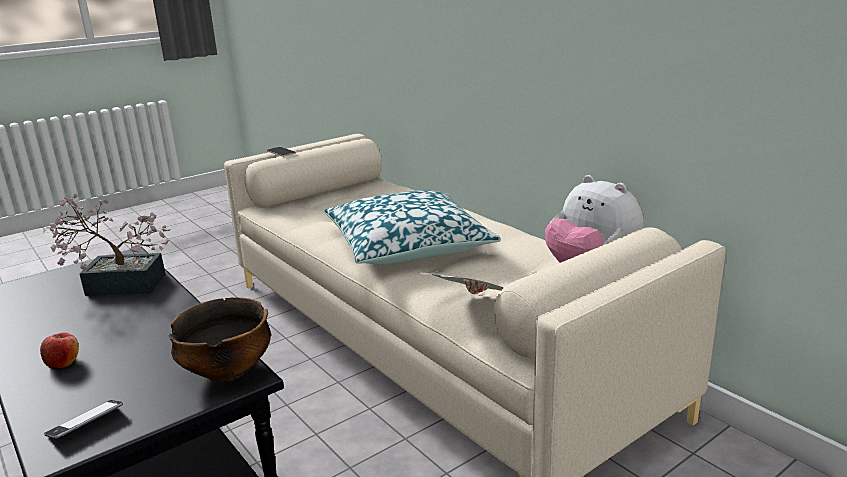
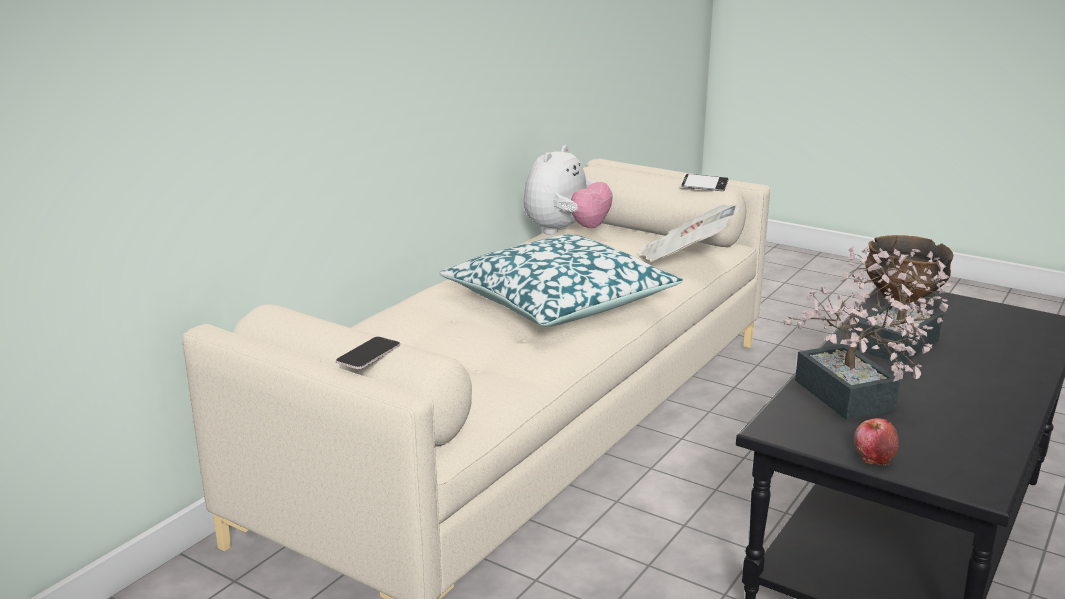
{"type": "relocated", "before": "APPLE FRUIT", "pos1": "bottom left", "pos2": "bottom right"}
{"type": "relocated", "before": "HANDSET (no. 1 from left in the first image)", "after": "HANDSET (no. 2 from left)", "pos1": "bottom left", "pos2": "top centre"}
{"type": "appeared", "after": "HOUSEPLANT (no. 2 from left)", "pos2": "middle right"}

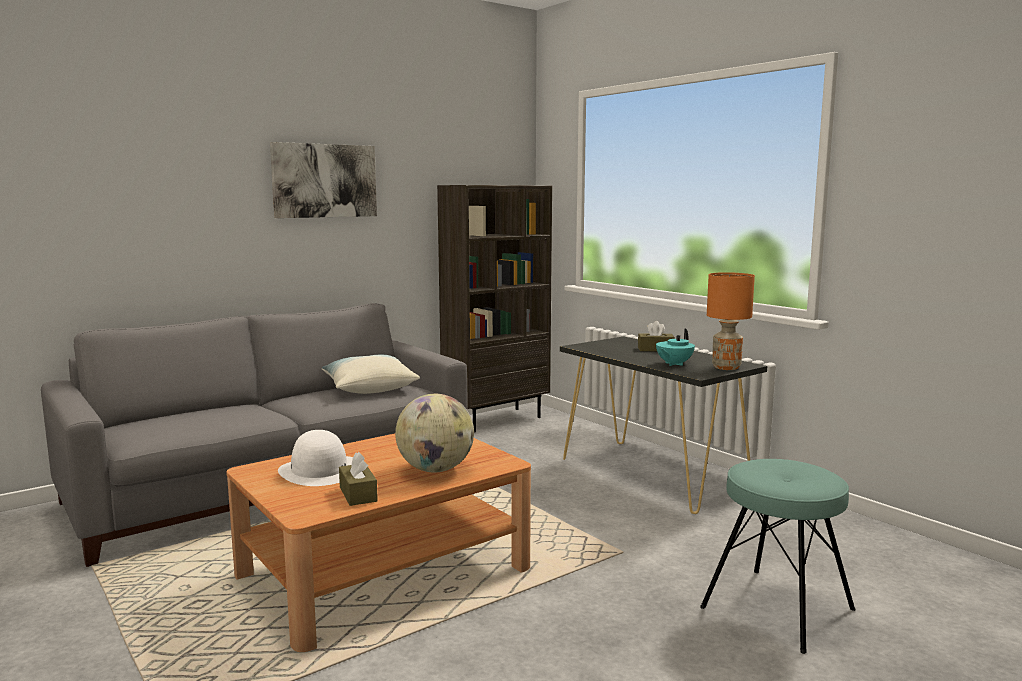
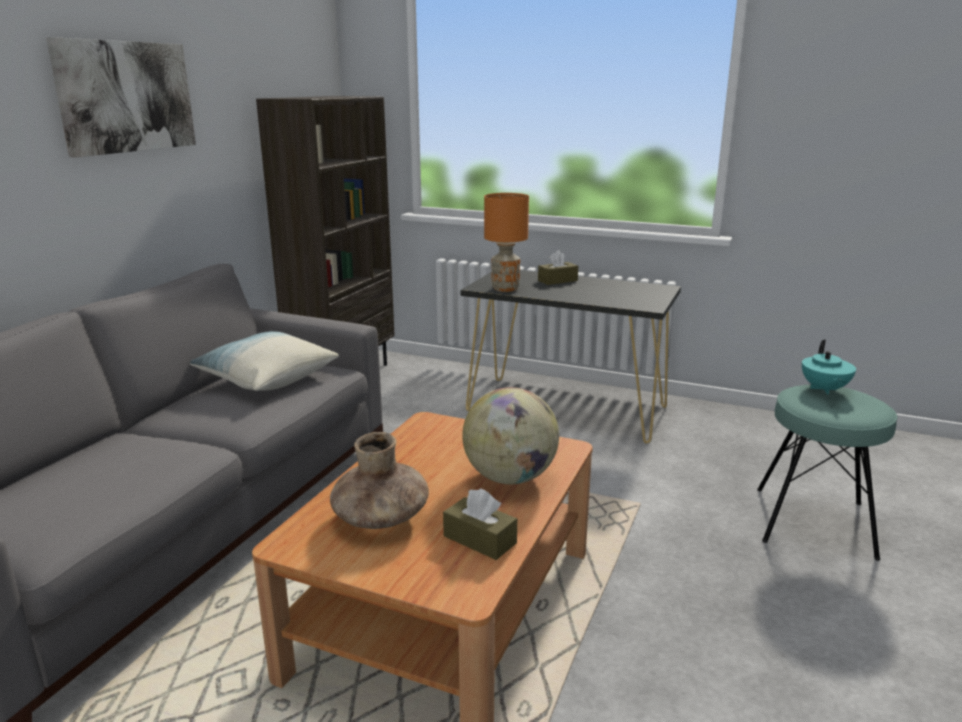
{"type": "relocated", "before": "ORANGEY LAMP FOR A TABLE", "pos1": "middle right", "pos2": "centre"}
{"type": "relocated", "before": "BLUE-GREEN TEAPOT", "pos1": "centre", "pos2": "middle right"}
{"type": "exchanged", "before": "WHITE HAT", "after": "BROWN DECORATIVE VASE", "pos1": "bottom left", "pos2": "centre"}

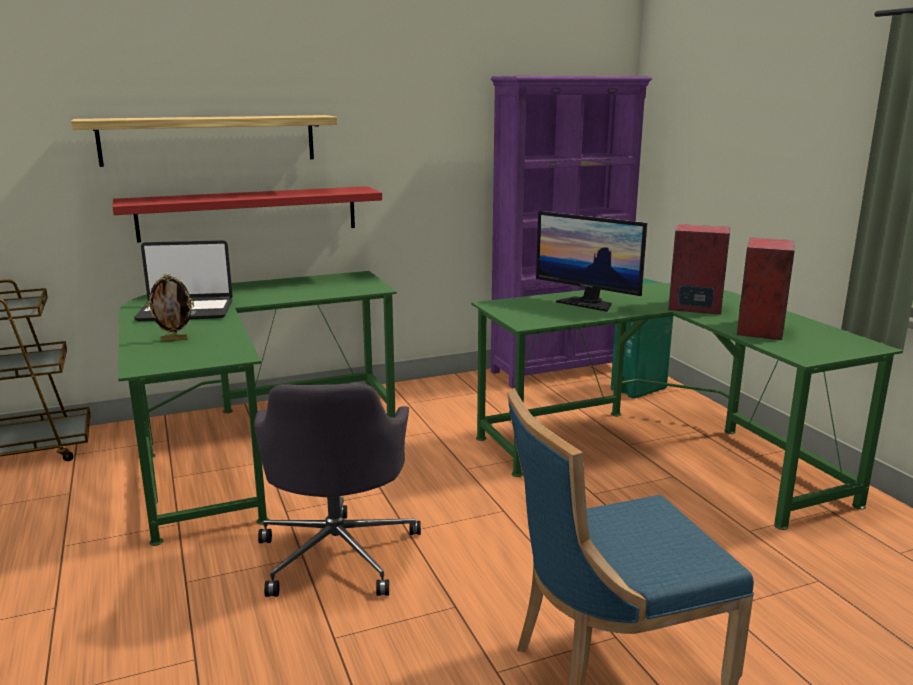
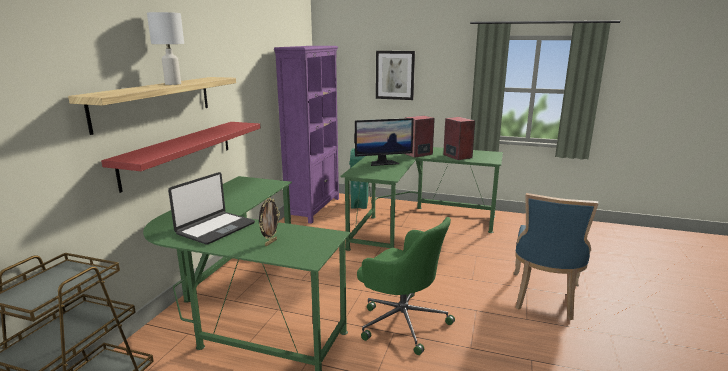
{"type": "colour", "before": "GREYISH DESK CHAIR", "after": "GREENISH DESK CHAIR", "pos1": "bottom centre", "pos2": "bottom centre"}
{"type": "appeared", "after": "WHITE LAMP FOR A TABLE", "pos2": "top left"}
{"type": "appeared", "after": "WALL PICTURE", "pos2": "top centre"}

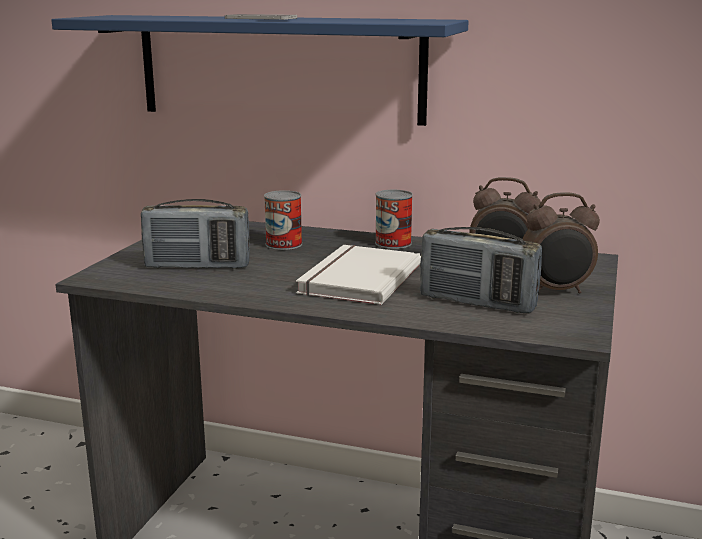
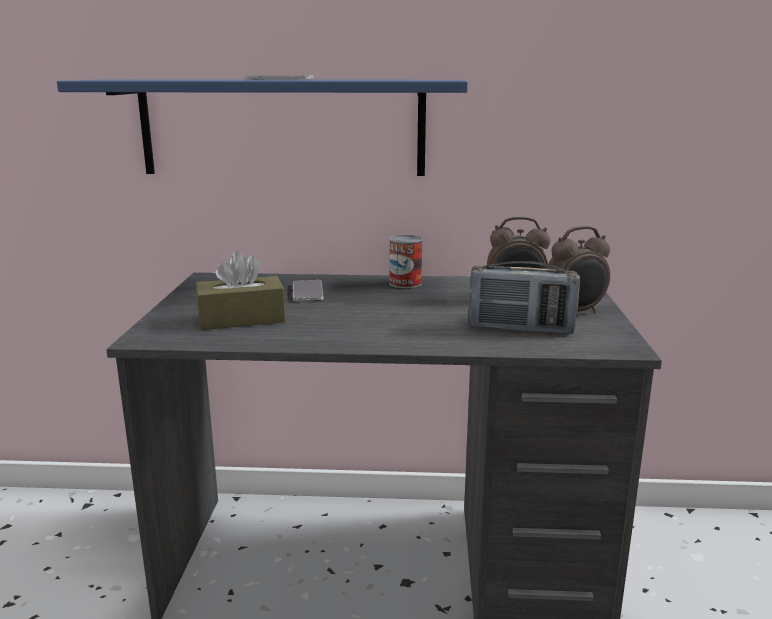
{"type": "exchanged", "before": "SEALED CAN (no. 1 from left)", "after": "HANDSET (no. 2 from left)", "pos1": "centre", "pos2": "centre"}
{"type": "exchanged", "before": "RADIO SET (no. 1 from left)", "after": "BROWN TISSUE BOX", "pos1": "middle left", "pos2": "middle left"}
{"type": "missing", "before": "WHITE VOLUME", "pos1": "centre"}

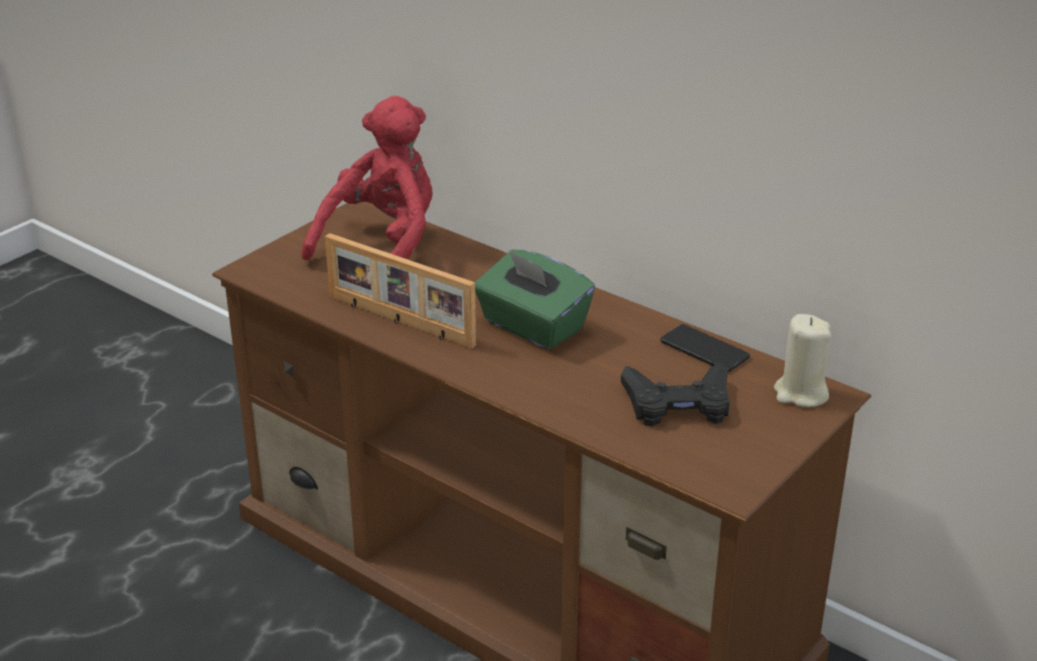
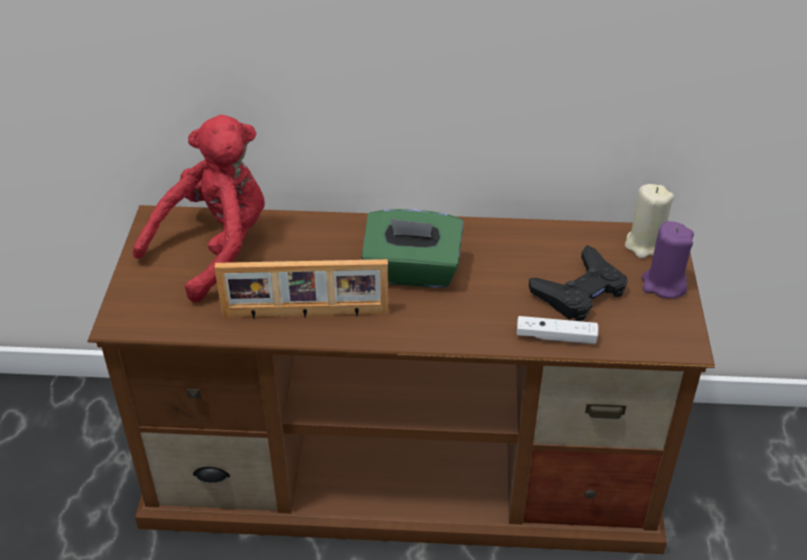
{"type": "spun", "before": "REDDISH PLUSH TOY", "pos1": "top centre", "pos2": "middle left", "turn": 45}
{"type": "missing", "before": "HANDSET", "pos1": "middle right"}
{"type": "appeared", "after": "PURPLISH CANDLE", "pos2": "middle right"}
{"type": "appeared", "after": "WHITE GAME CONTROLLER", "pos2": "middle right"}

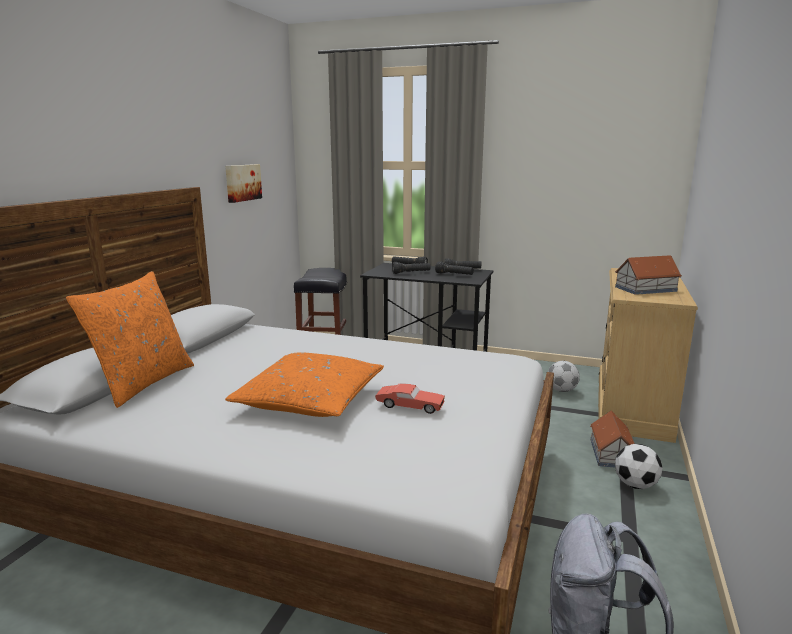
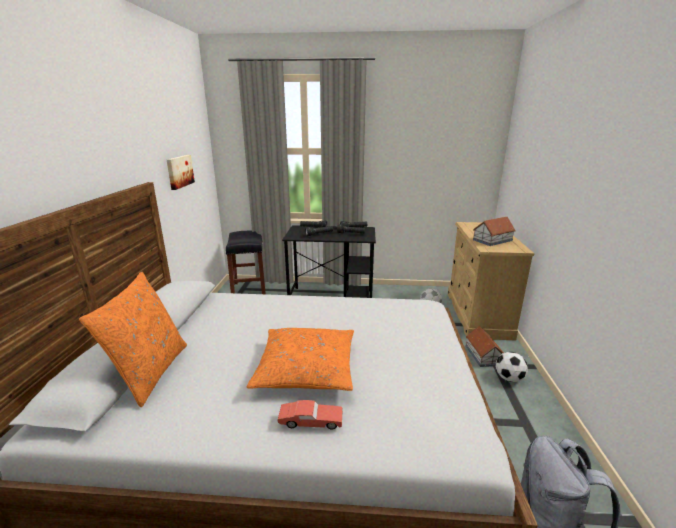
{"type": "relocated", "before": "REDDISH MODEL CAR", "pos1": "centre", "pos2": "bottom centre"}

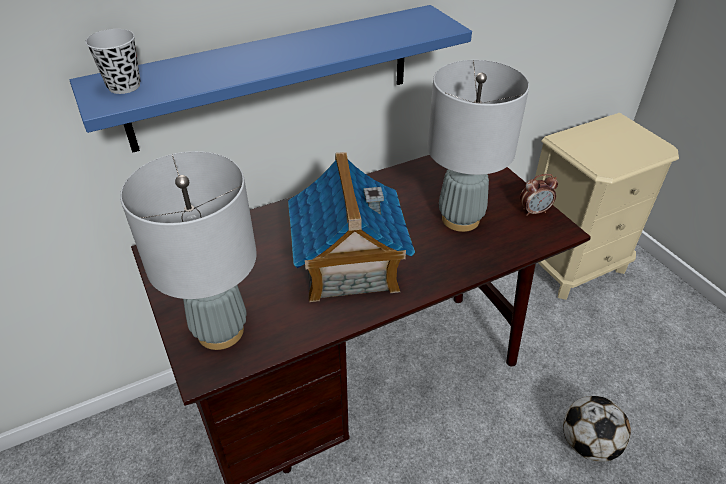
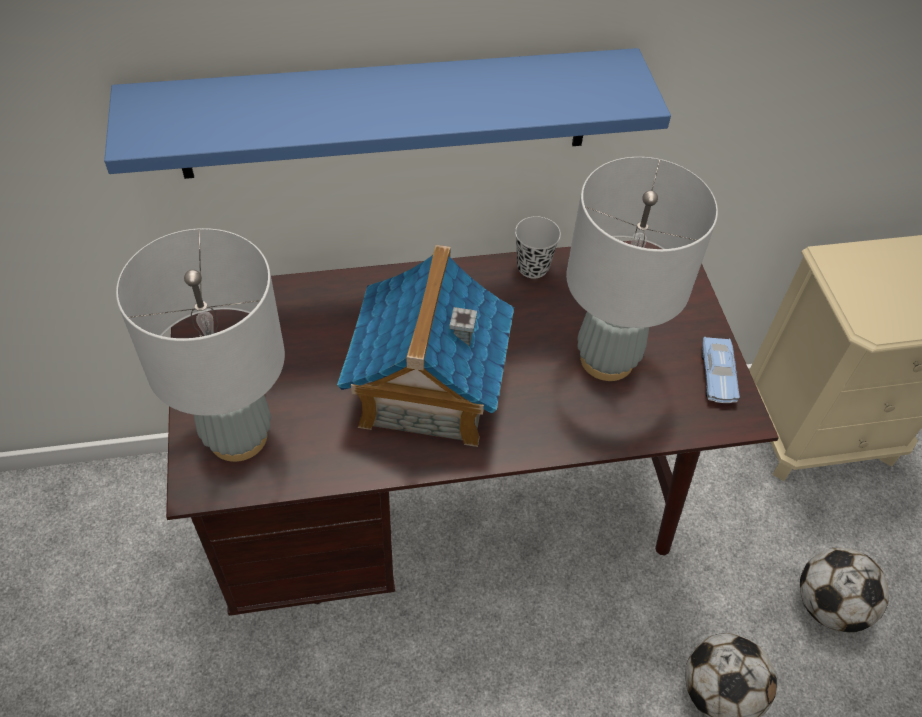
{"type": "relocated", "before": "BLACK SMALL CUP", "pos1": "top left", "pos2": "centre"}
{"type": "exchanged", "before": "BEDSIDE CLOCK", "after": "BLUE-COLOURED MODEL CAR", "pos1": "middle right", "pos2": "middle right"}
{"type": "appeared", "after": "BALL FOR FOOTBALL (no. 2 from left)", "pos2": "bottom right"}

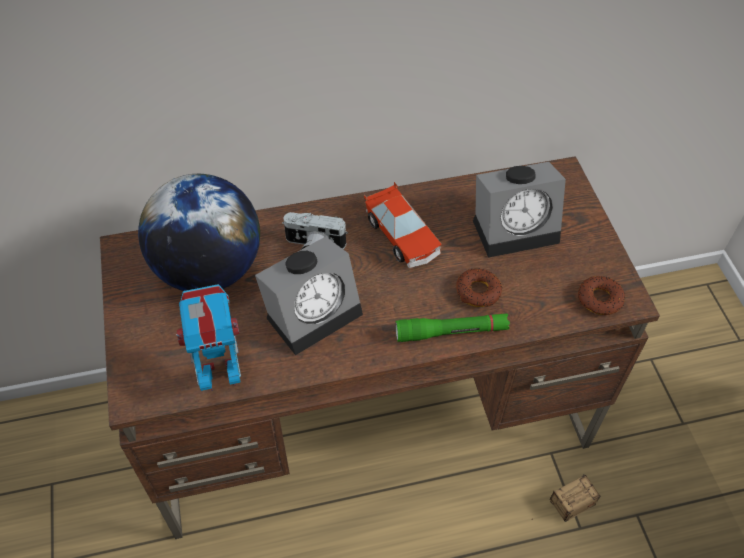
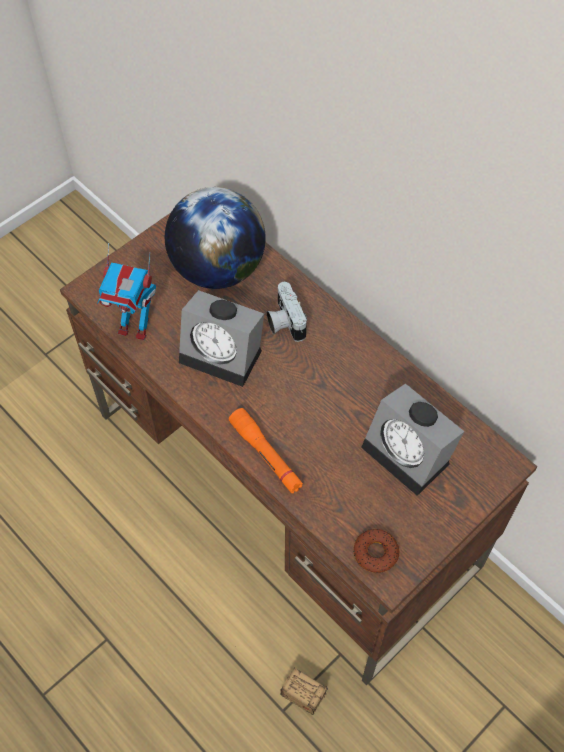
{"type": "missing", "before": "MODEL CAR", "pos1": "centre"}
{"type": "missing", "before": "DONUT (no. 1 from left)", "pos1": "centre"}
{"type": "spun", "before": "TOY ROBOT", "pos1": "middle left", "pos2": "middle left", "turn": 150}
{"type": "colour", "before": "GREENISH TORCH", "after": "ORANGEY TORCH", "pos1": "centre", "pos2": "centre"}

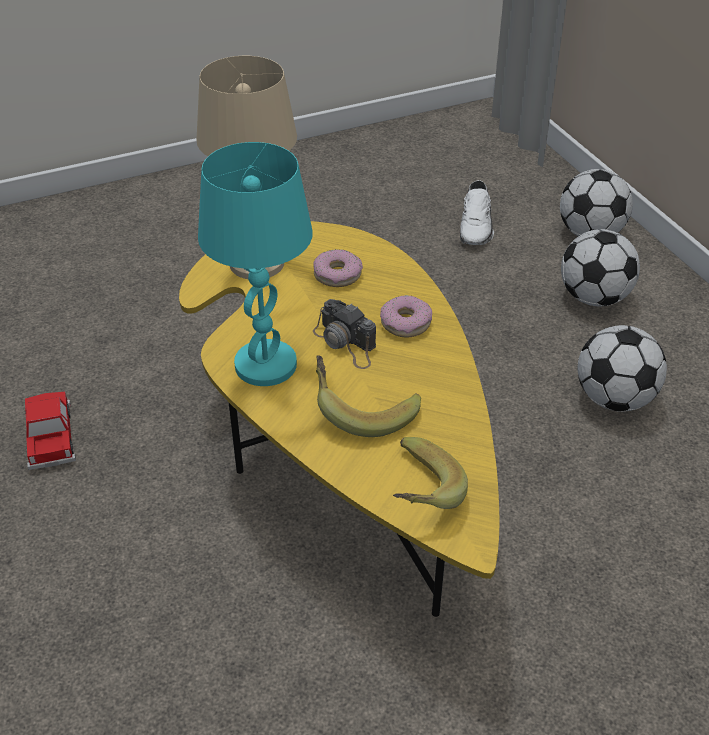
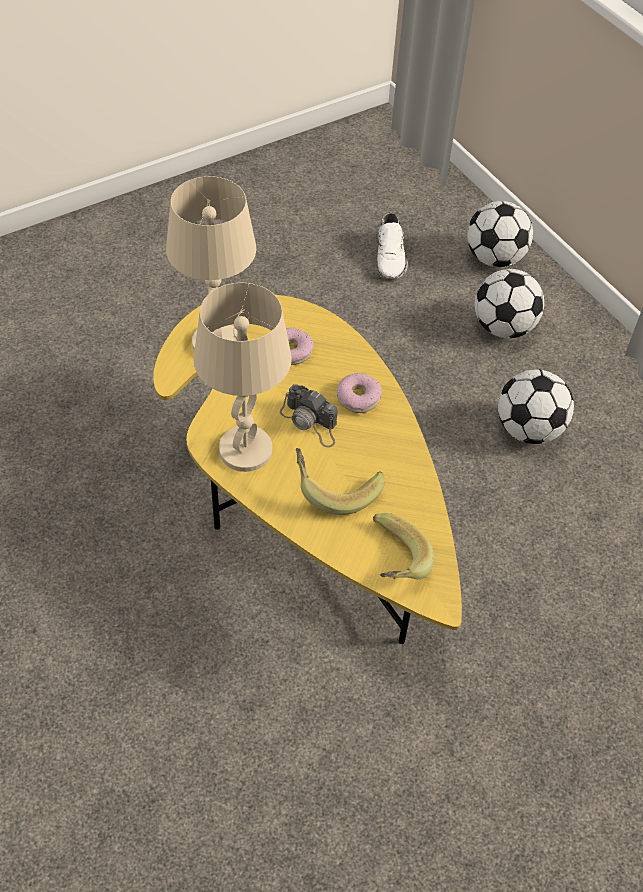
{"type": "colour", "before": "BLUE-GREEN LAMP FOR A TABLE", "after": "BEIGE LAMP FOR A TABLE (no. 2 from left)", "pos1": "centre", "pos2": "centre"}
{"type": "missing", "before": "MODEL CAR", "pos1": "middle left"}

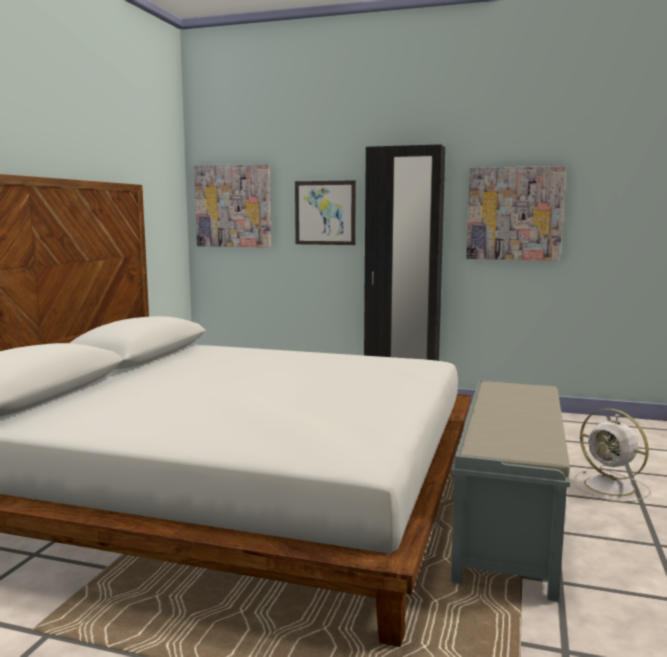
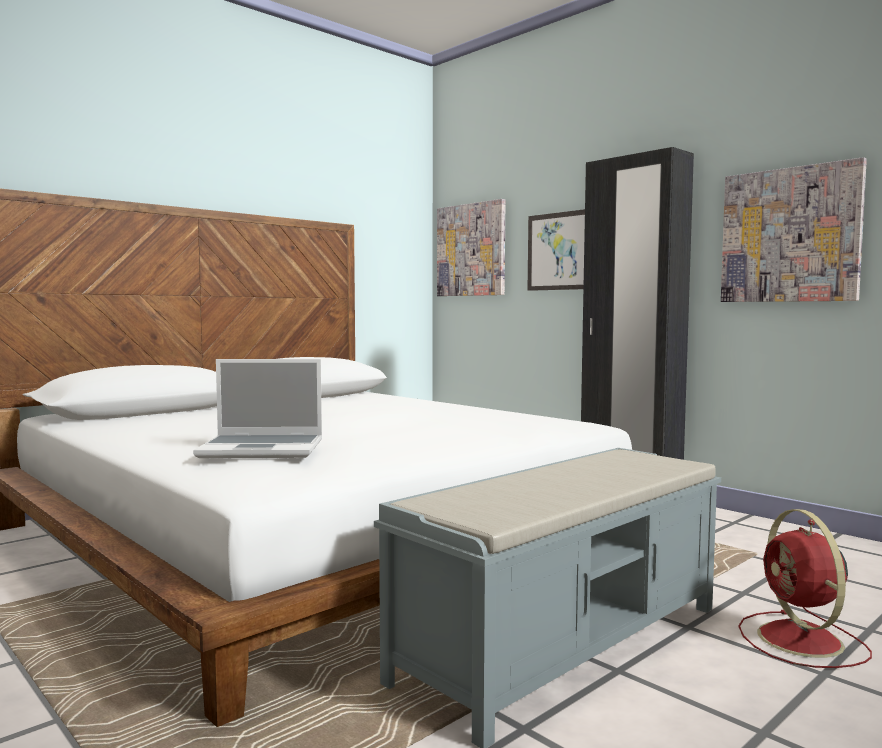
{"type": "colour", "before": "WHITE ELECTRIC FAN", "after": "REDDISH ELECTRIC FAN", "pos1": "bottom right", "pos2": "bottom right"}
{"type": "appeared", "after": "LAPTOP", "pos2": "middle left"}

